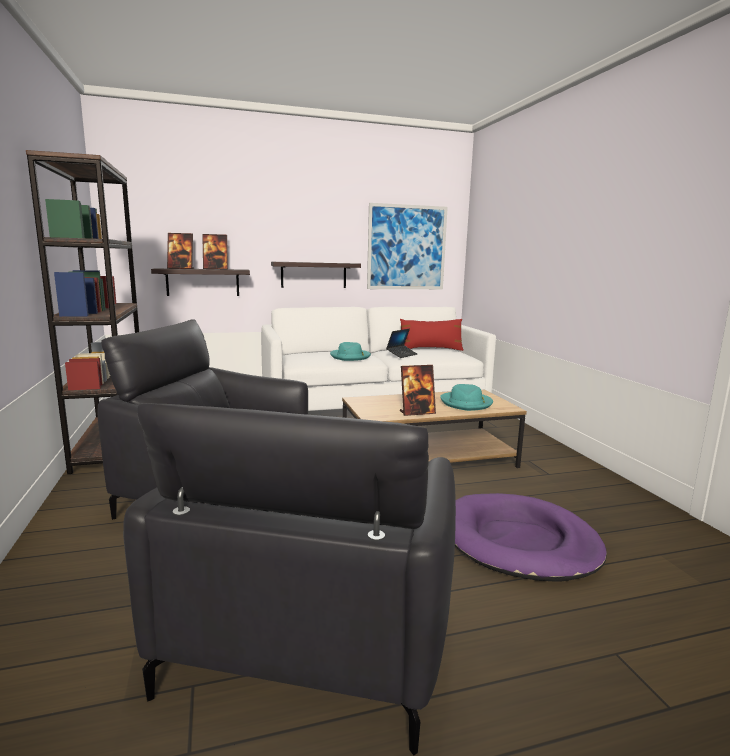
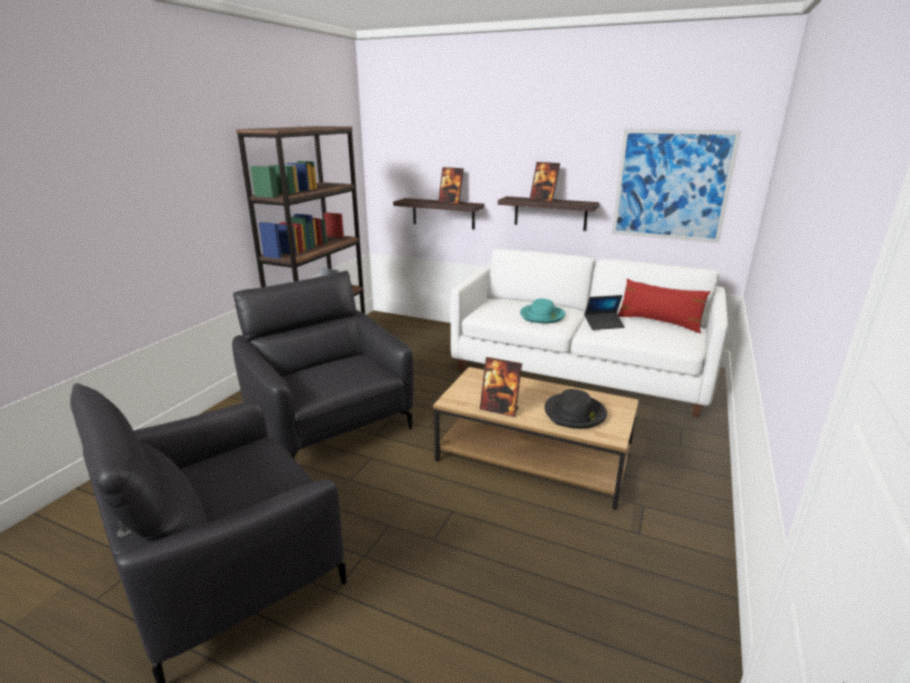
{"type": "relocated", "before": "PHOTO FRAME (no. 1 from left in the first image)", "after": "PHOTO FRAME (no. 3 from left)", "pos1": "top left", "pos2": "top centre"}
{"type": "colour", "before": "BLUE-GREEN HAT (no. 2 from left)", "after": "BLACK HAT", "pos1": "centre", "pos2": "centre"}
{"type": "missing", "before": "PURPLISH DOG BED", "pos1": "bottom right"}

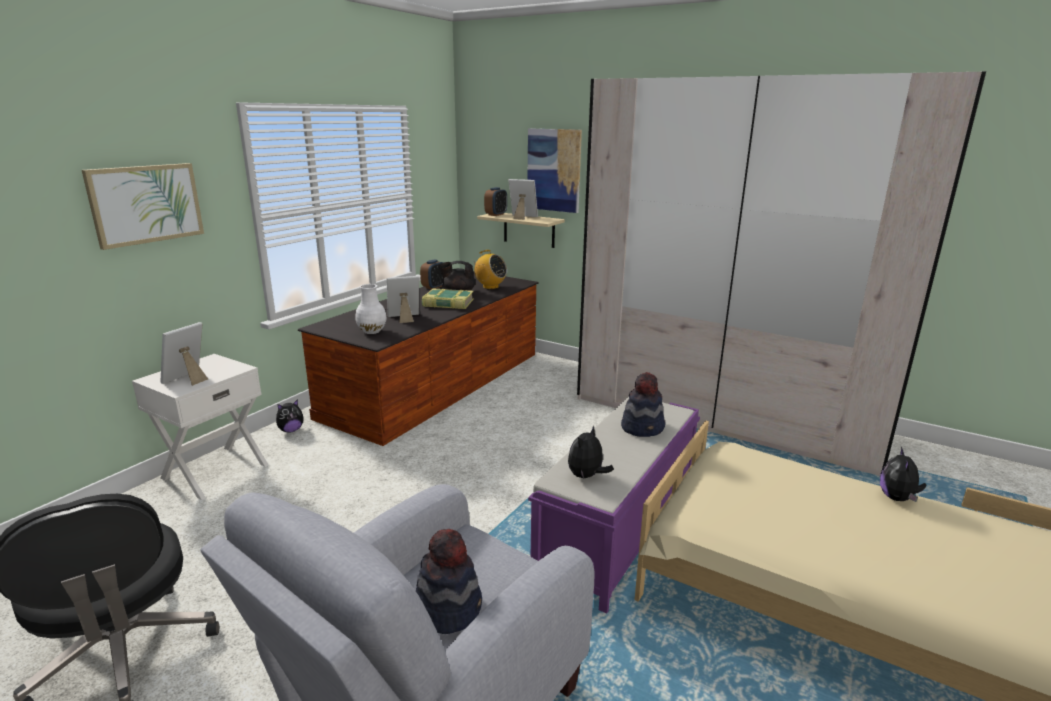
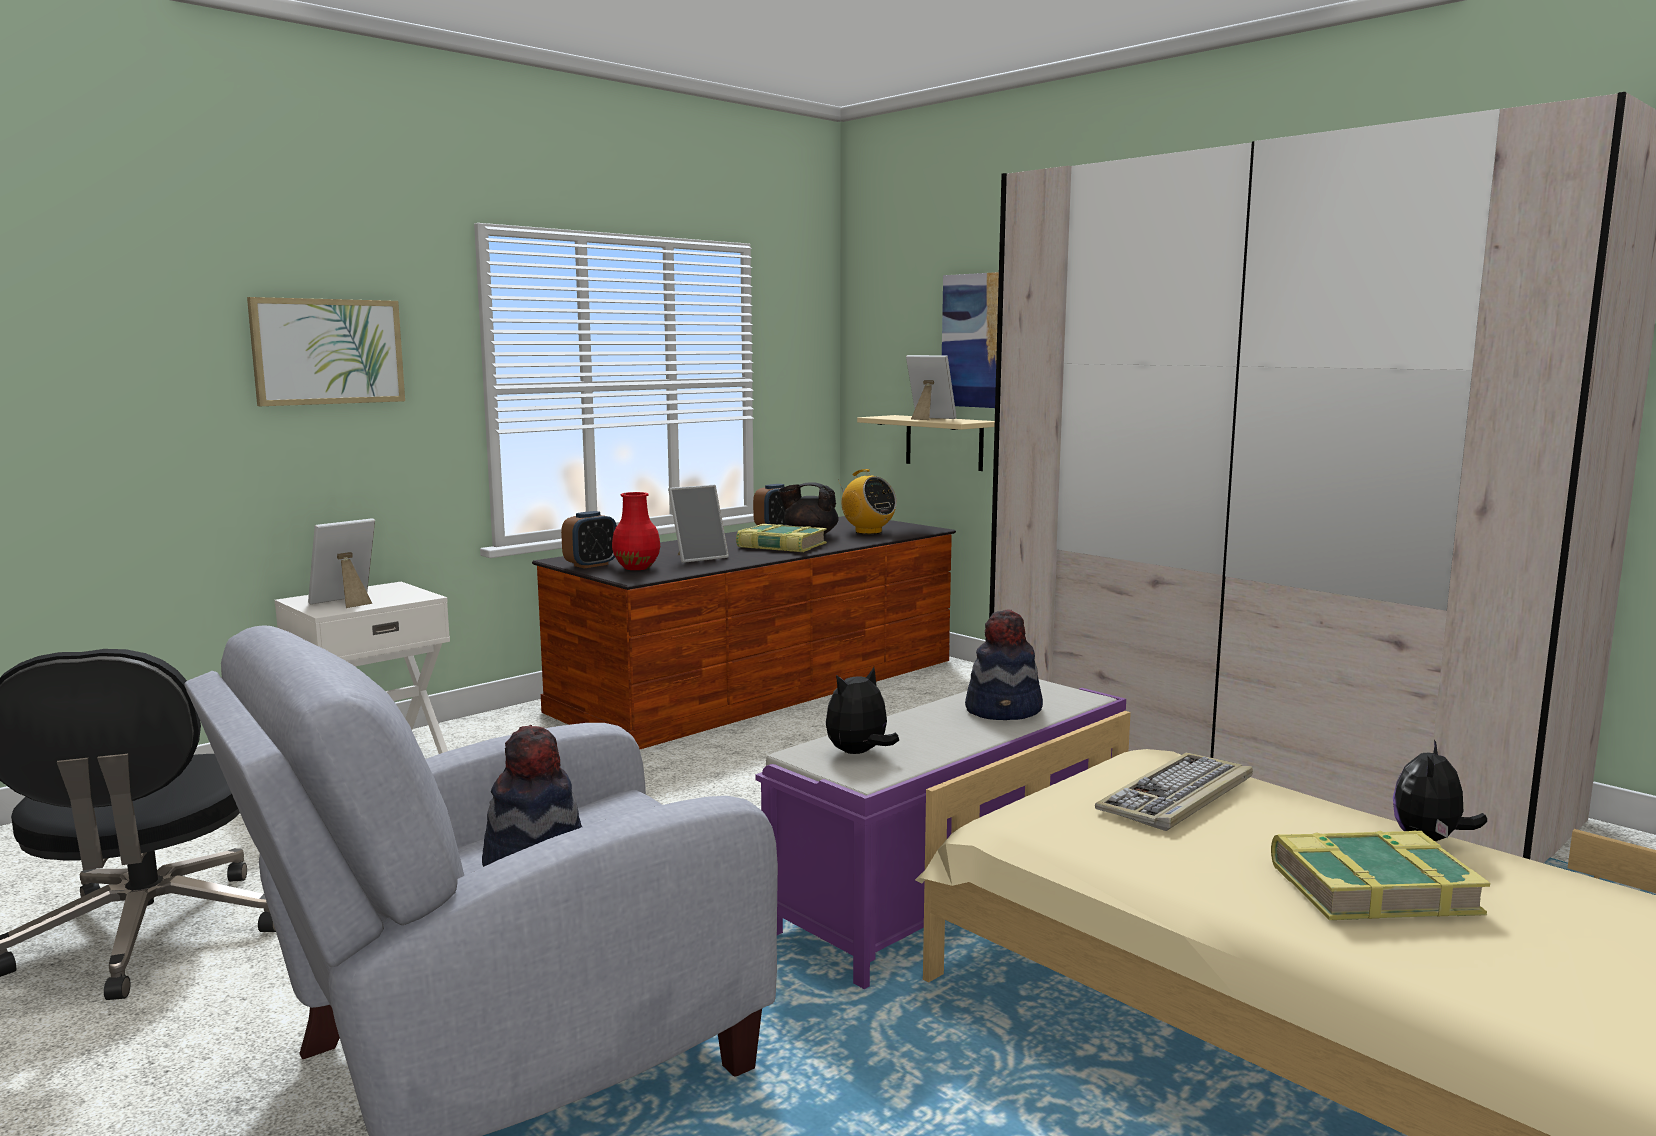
{"type": "relocated", "before": "BEDSIDE CLOCK (no. 2 from left in the first image)", "after": "BEDSIDE CLOCK (no. 1 from left)", "pos1": "top centre", "pos2": "centre"}
{"type": "spun", "before": "PHOTO FRAME (no. 2 from left)", "pos1": "centre", "pos2": "centre", "turn": 150}
{"type": "colour", "before": "WHITE DECORATIVE VASE", "after": "REDDISH DECORATIVE VASE", "pos1": "centre", "pos2": "centre"}
{"type": "missing", "before": "PLUSH TOY (no. 1 from left)", "pos1": "middle left"}
{"type": "appeared", "after": "KEYBOARD", "pos2": "bottom right"}
{"type": "appeared", "after": "VOLUME (no. 2 from left)", "pos2": "bottom right"}

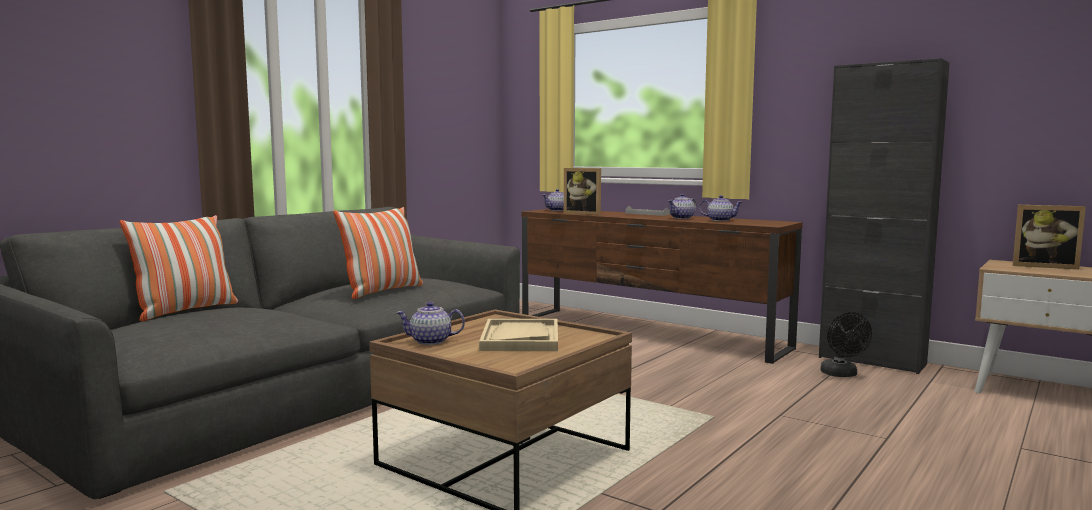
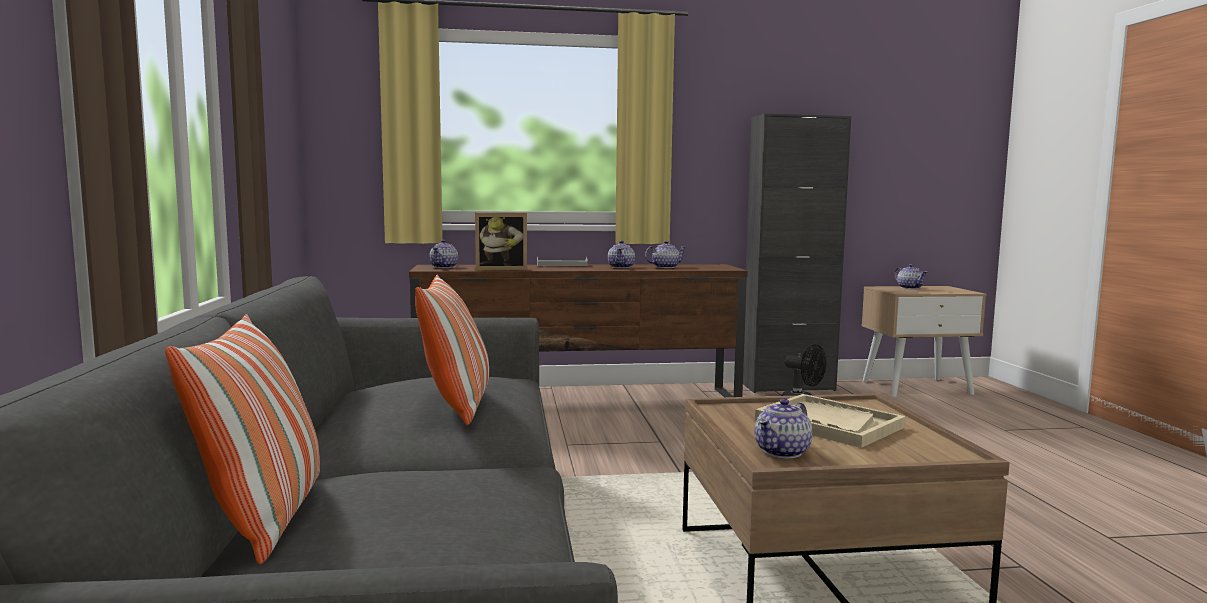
{"type": "exchanged", "before": "PHOTO FRAME (no. 2 from left)", "after": "TEAPOT (no. 5 from left)", "pos1": "middle right", "pos2": "middle right"}

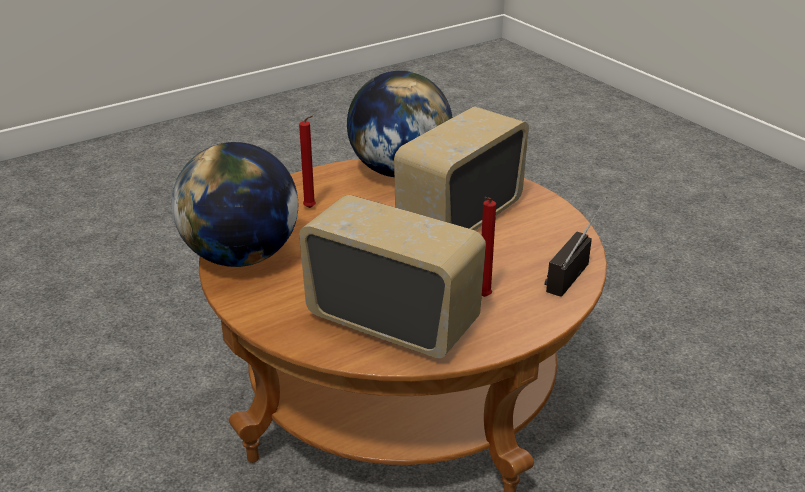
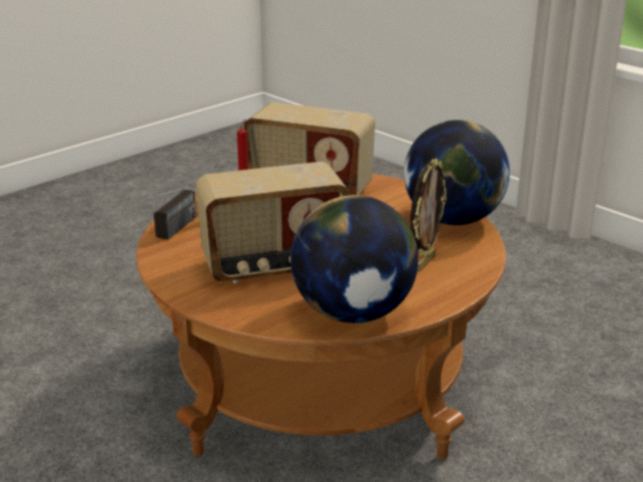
{"type": "spun", "before": "RADIO SET (no. 2 from left)", "pos1": "centre", "pos2": "centre", "turn": 45}
{"type": "exchanged", "before": "REDDISH CANDLE (no. 1 from left)", "after": "PHOTO FRAME", "pos1": "top centre", "pos2": "centre"}

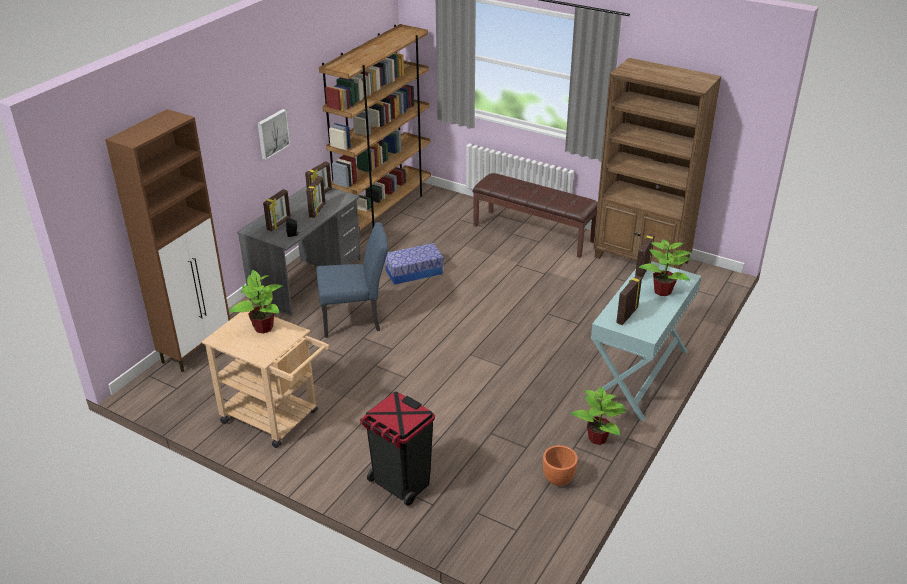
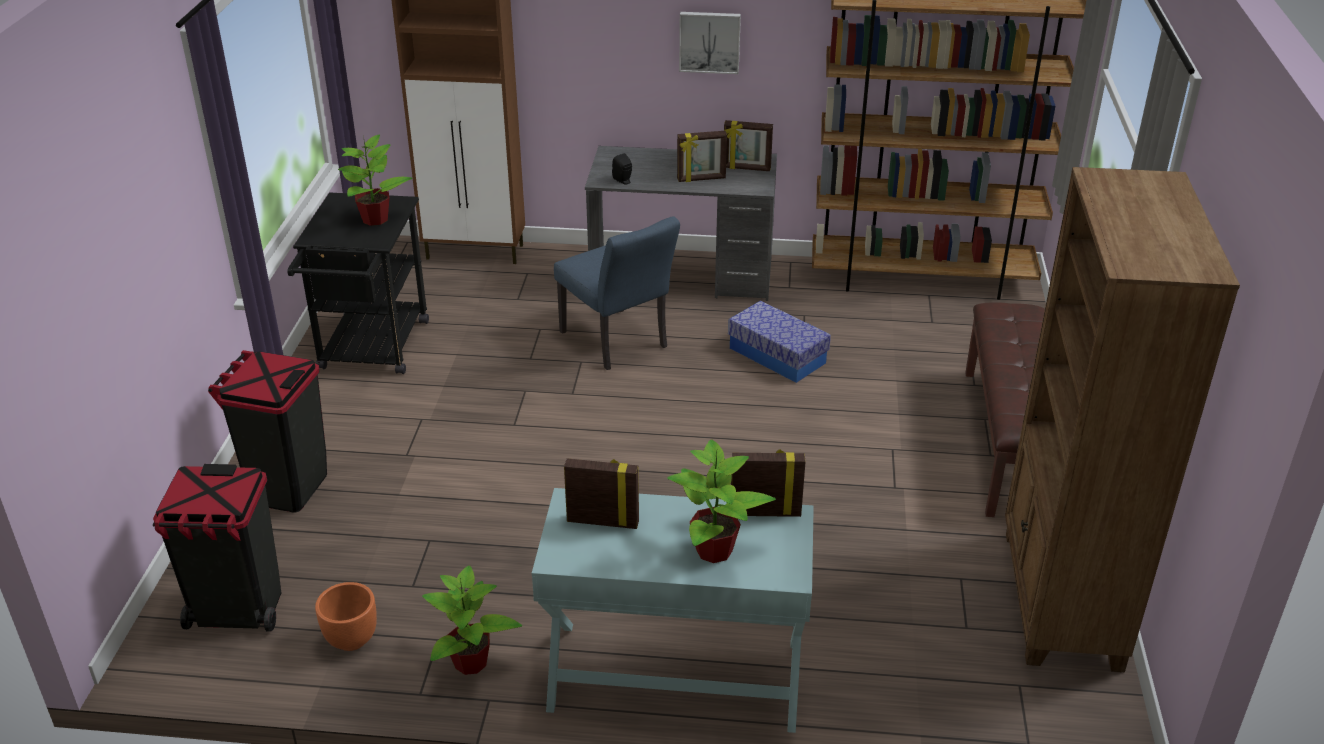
{"type": "missing", "before": "PHOTO FRAME (no. 1 from left)", "pos1": "middle left"}
{"type": "colour", "before": "BEIGE TROLLEY", "after": "BLACK TROLLEY", "pos1": "middle left", "pos2": "middle left"}
{"type": "appeared", "after": "BLACK TRASH CAN (no. 1 from left)", "pos2": "bottom left"}

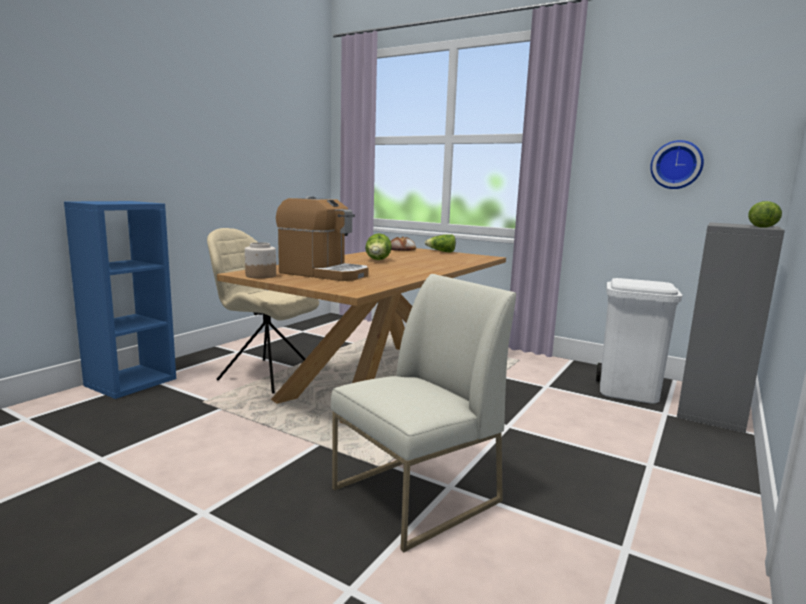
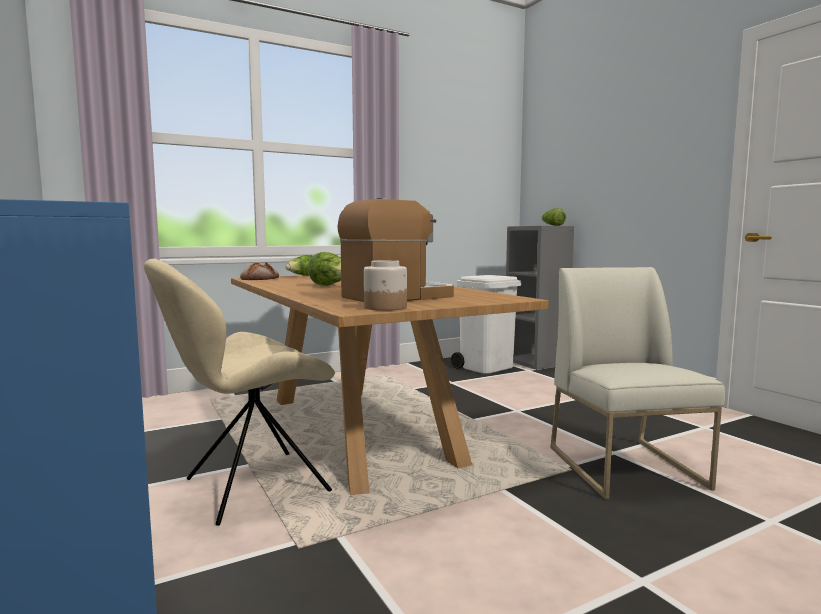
{"type": "missing", "before": "WALL CLOCK", "pos1": "top right"}

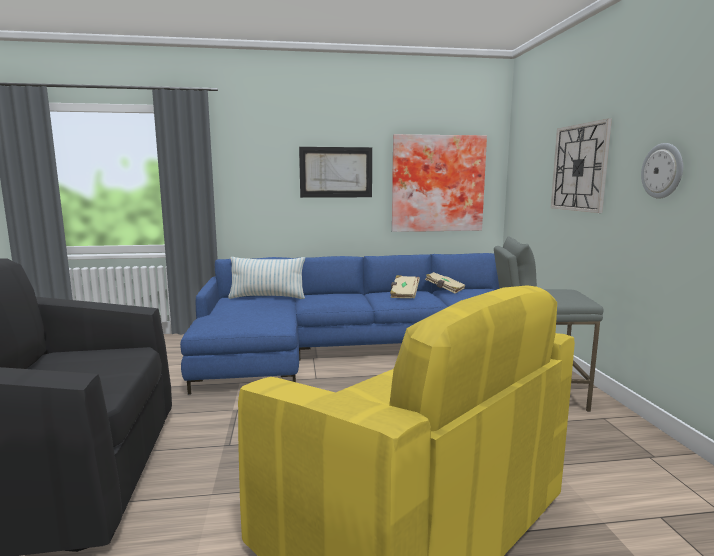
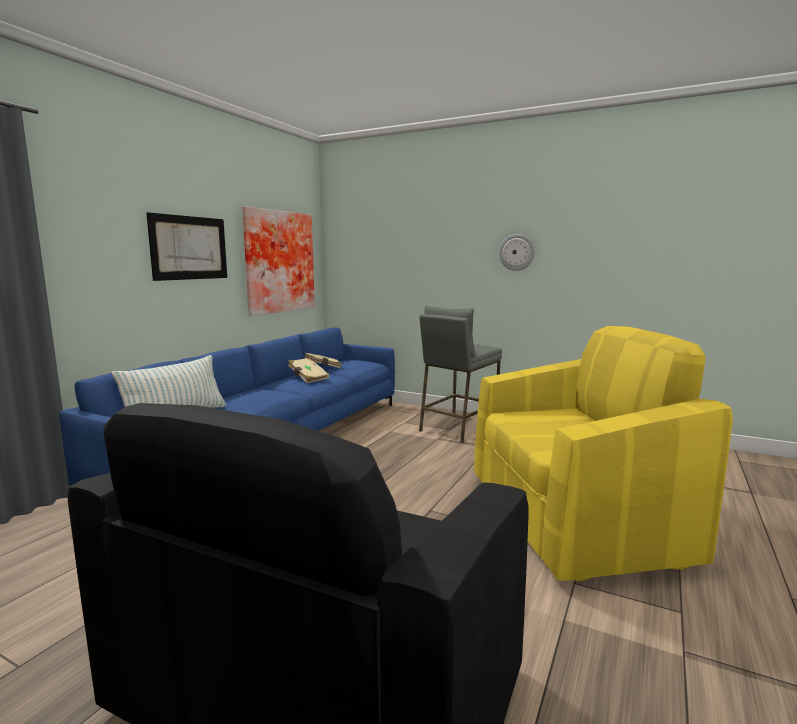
{"type": "missing", "before": "WALL CLOCK (no. 1 from left)", "pos1": "top right"}

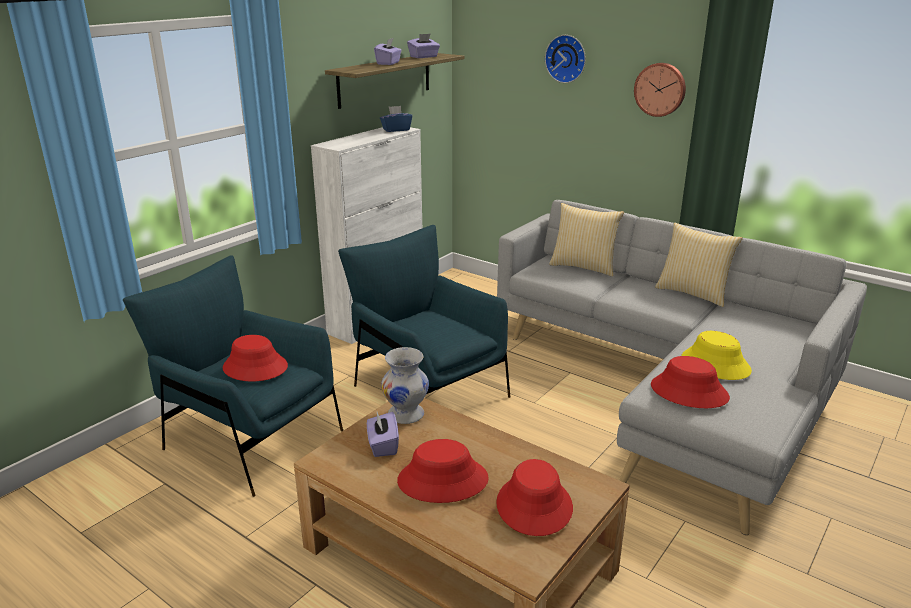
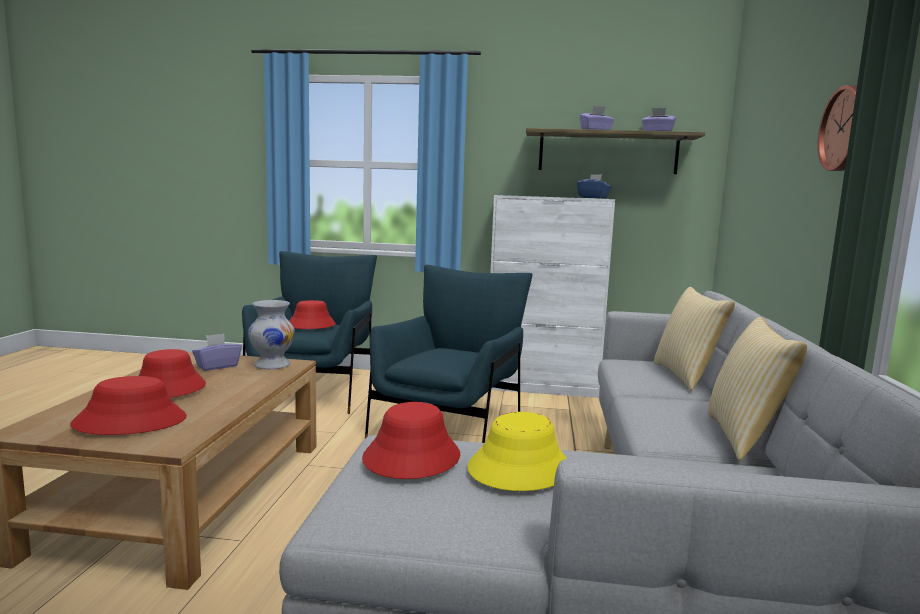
{"type": "missing", "before": "WALL CLOCK (no. 1 from left)", "pos1": "top centre"}

